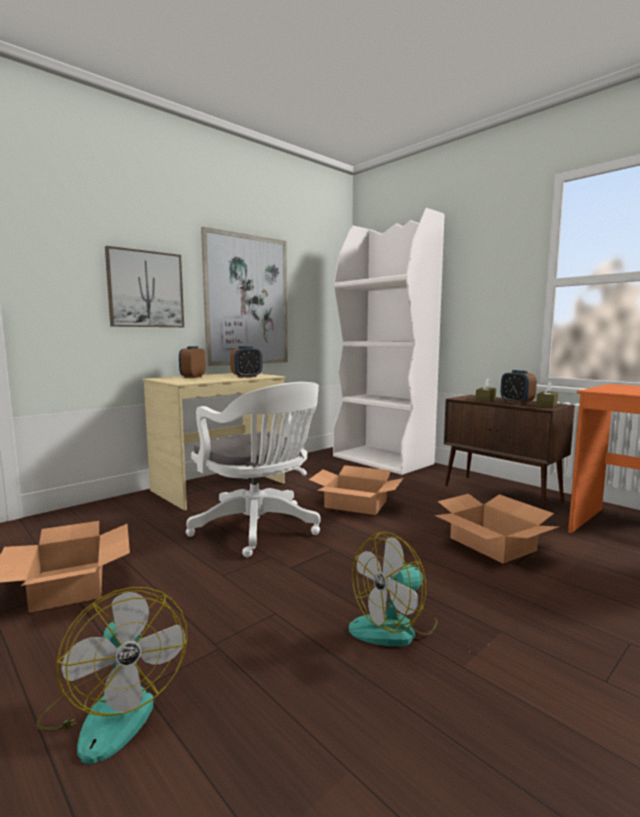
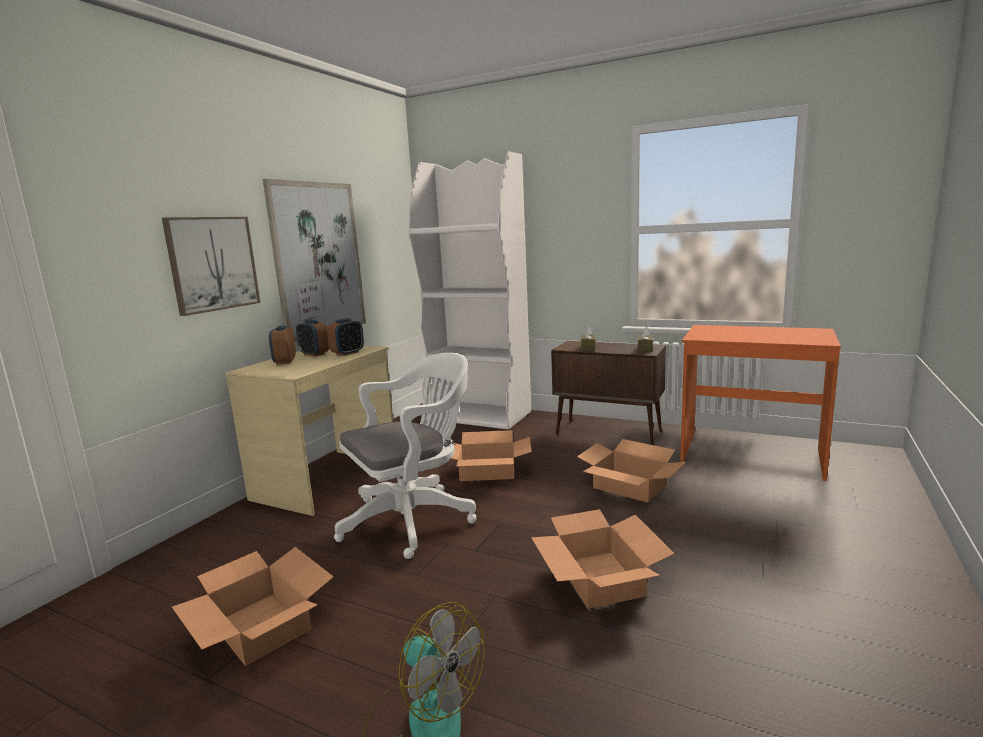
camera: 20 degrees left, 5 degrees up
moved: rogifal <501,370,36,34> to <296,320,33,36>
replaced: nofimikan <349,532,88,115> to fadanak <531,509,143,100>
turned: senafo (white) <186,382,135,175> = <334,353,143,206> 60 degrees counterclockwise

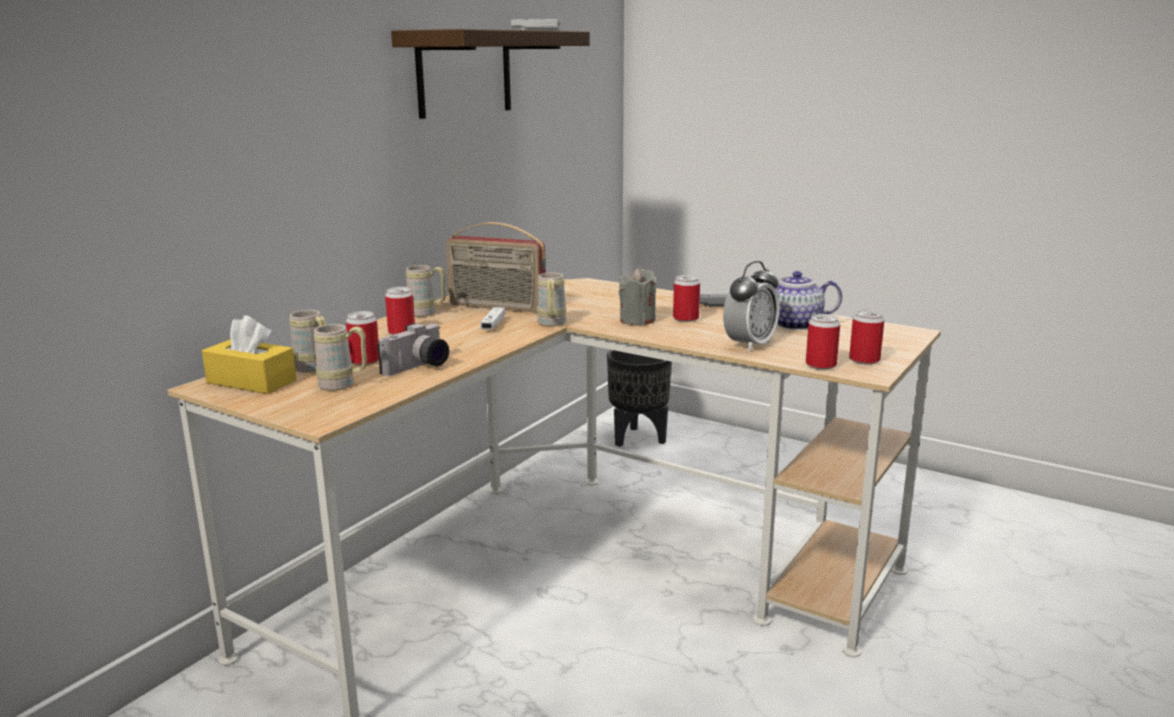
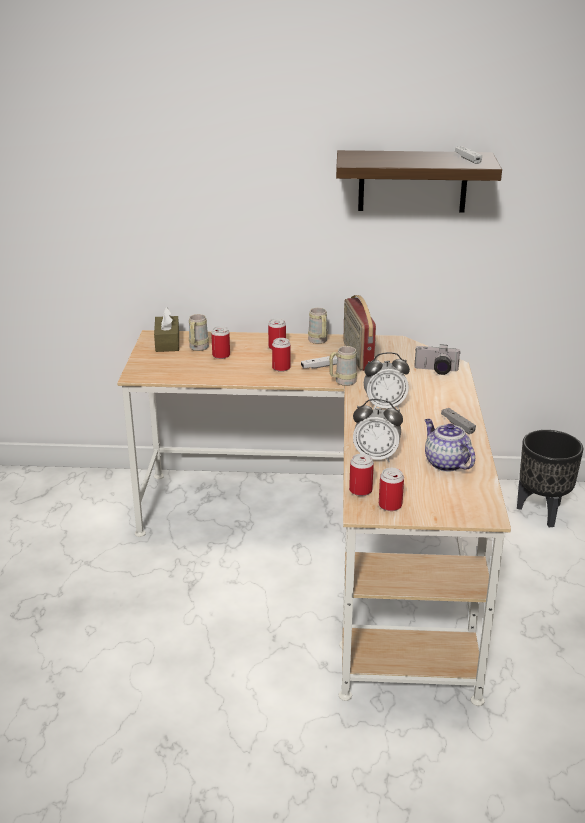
camera: 60 degrees right, 10 degrees up
removed: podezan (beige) <314,324,53,67>
moved: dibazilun <673,275,27,47> to <272,338,19,34>; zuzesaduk <377,323,72,53> to <414,344,47,31>
replaced: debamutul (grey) <619,268,37,57> to rogifal <364,352,46,57>
recoloured: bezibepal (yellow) <202,315,95,79> to bezibepal (brown) <154,307,25,45>

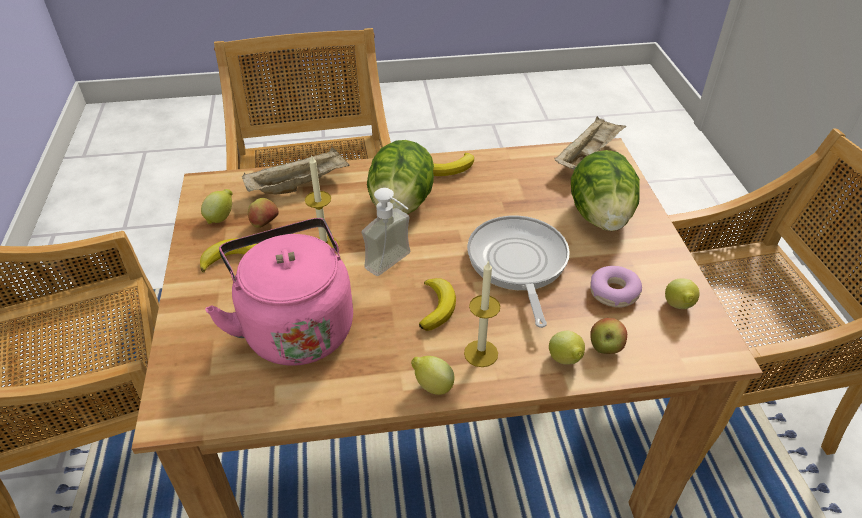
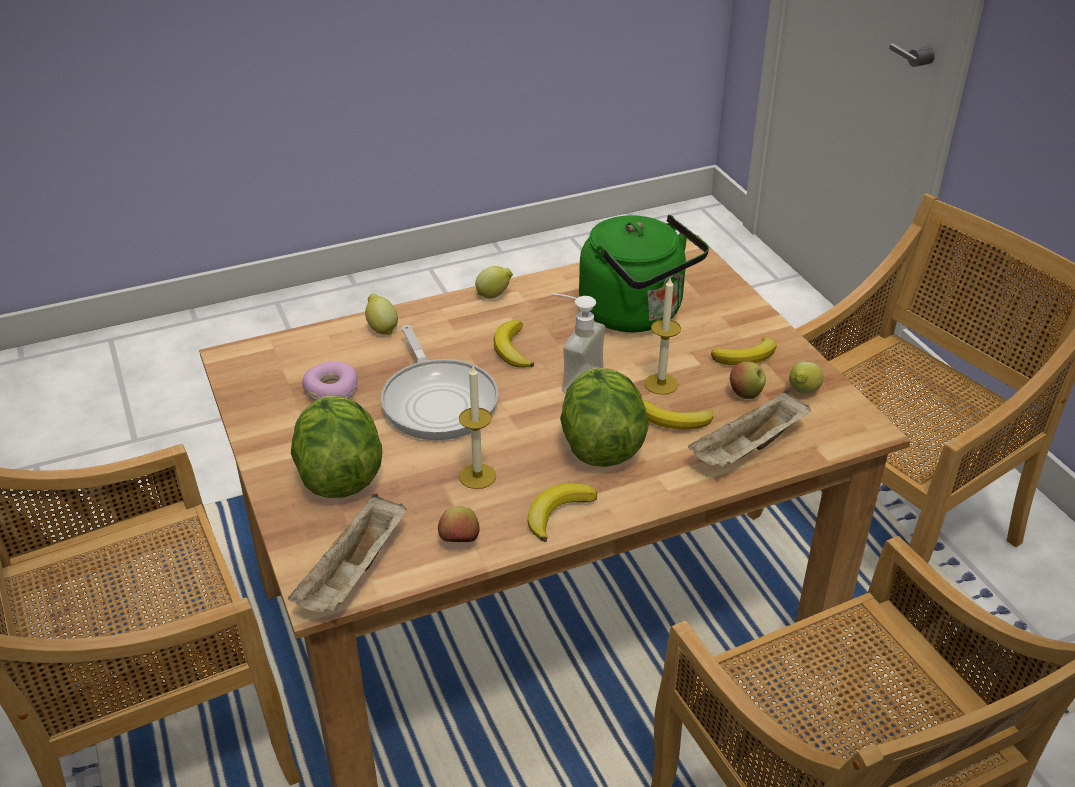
camera: 165 degrees right, 5 degrees down
removed: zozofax <665,278,35,31>
added: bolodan <643,400,70,30>
moved: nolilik <590,318,37,36> to <438,506,42,36>; debamutul <464,260,36,107> to <459,366,37,123>
recoloured: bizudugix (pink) <205,218,148,148> to bizudugix (green) <579,214,130,118>

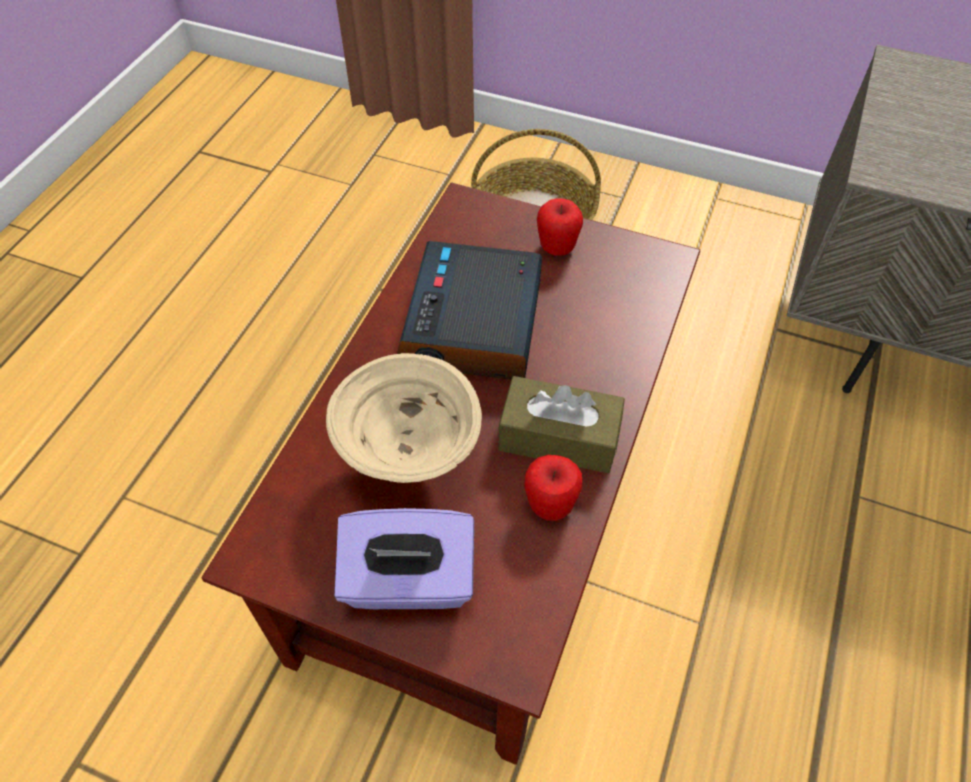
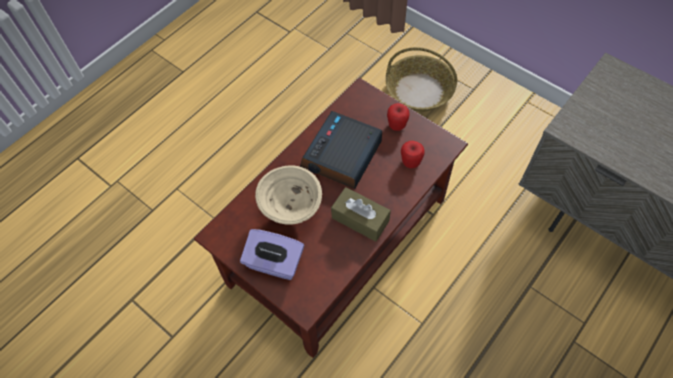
camera: 20 degrees right, 5 degrees up
moved: nolilik <524,455,58,66> to <401,141,24,27>

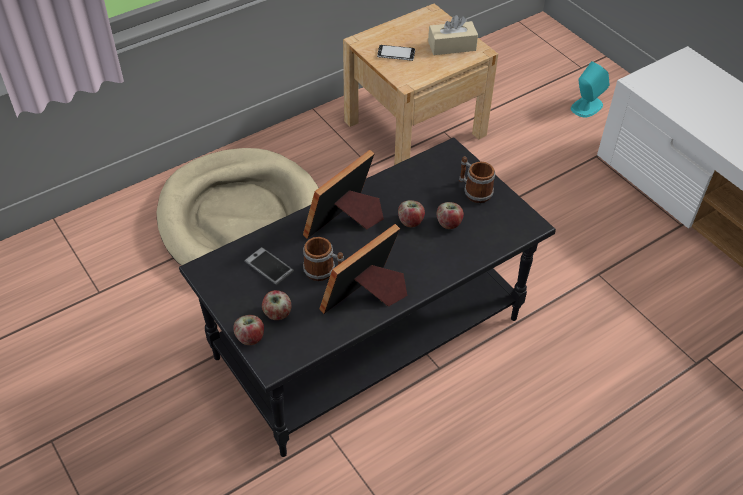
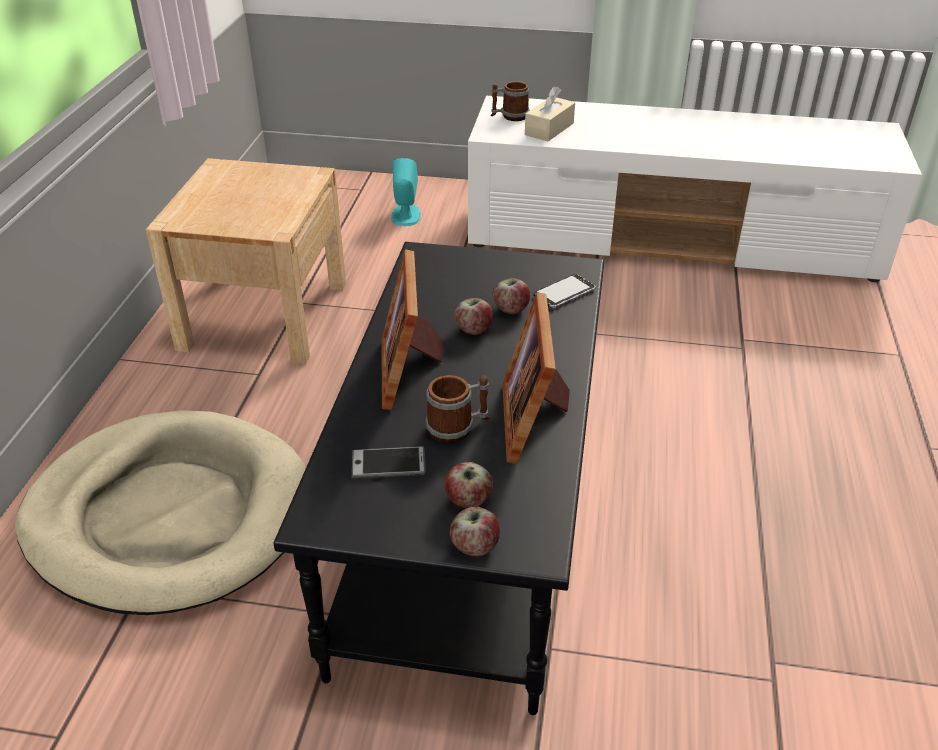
camera: 45 degrees left, 10 degrees down
moved: podezan <459,156,36,47> to <491,81,38,40>; bezibepal (beige) <428,15,50,40> to <525,86,50,55>; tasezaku <377,45,38,16> to <533,274,63,34>

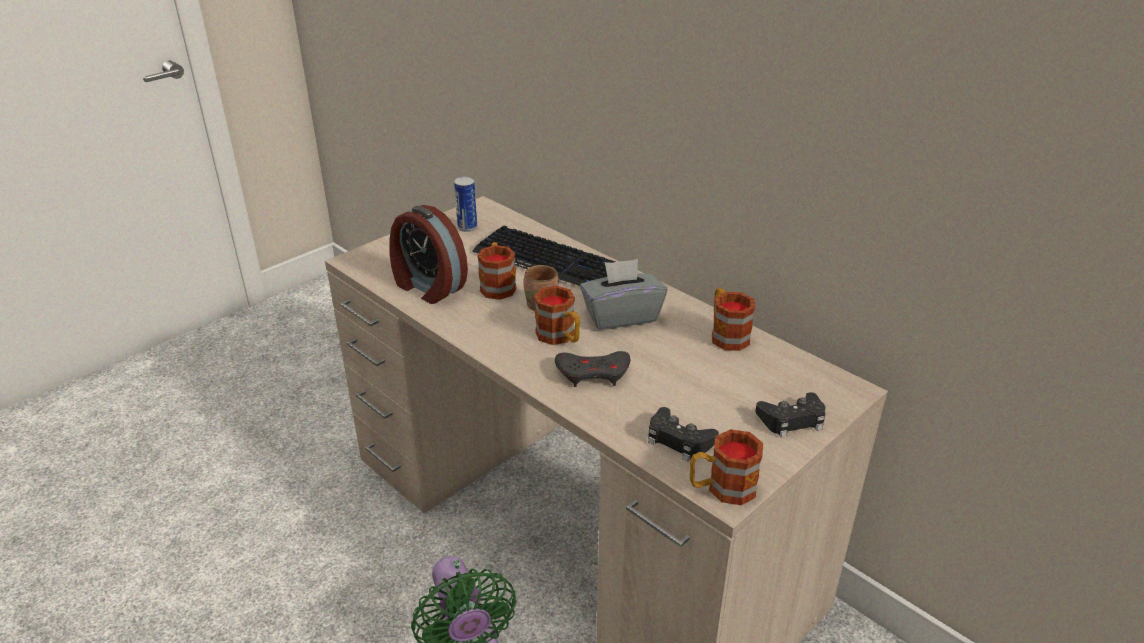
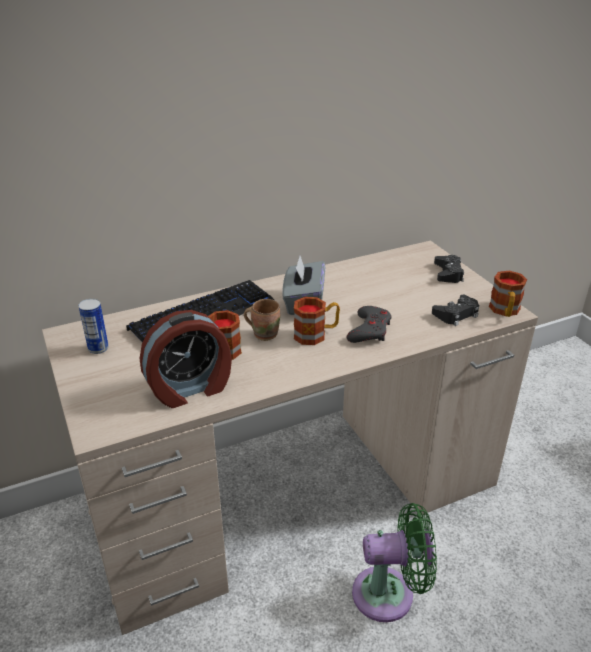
camera: 70 degrees left, 0 degrees up
removed: podezan <712,288,43,63>

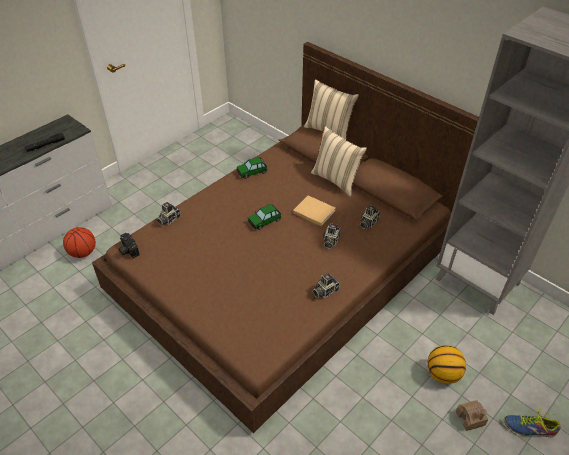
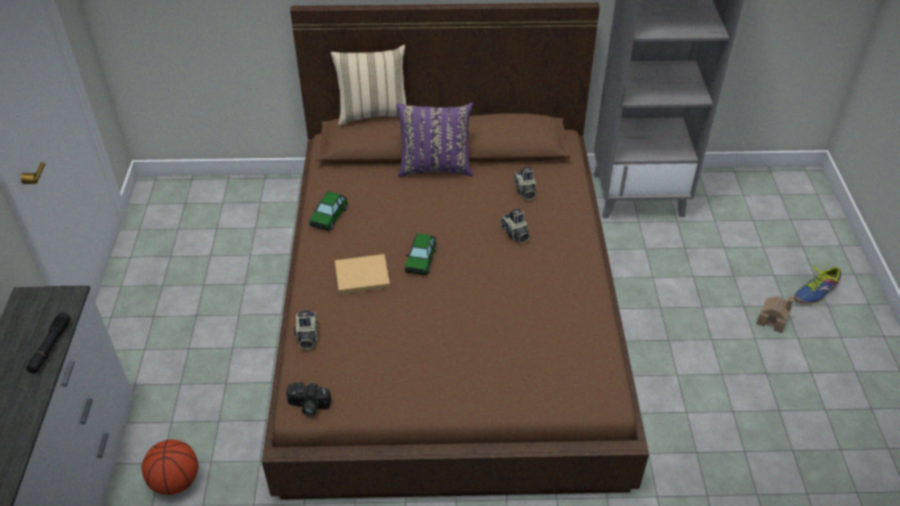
camera: 45 degrees left, 0 degrees up
removed: zuzesaduk <312,273,28,25>; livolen <427,345,39,39>
moved: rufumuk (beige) <293,195,43,31> to <335,254,55,40>
recoloured: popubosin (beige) <311,126,56,71> to popubosin (purple) <396,102,77,75>

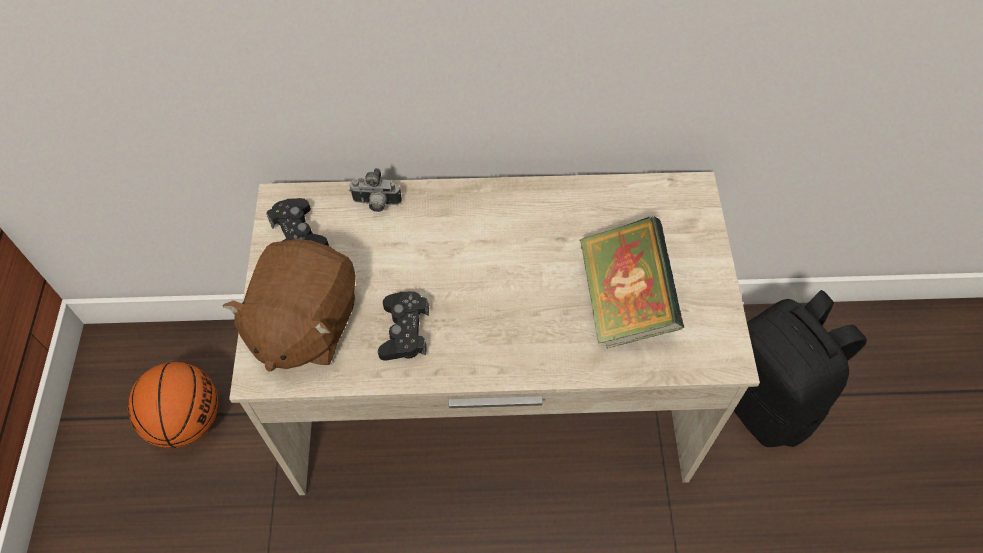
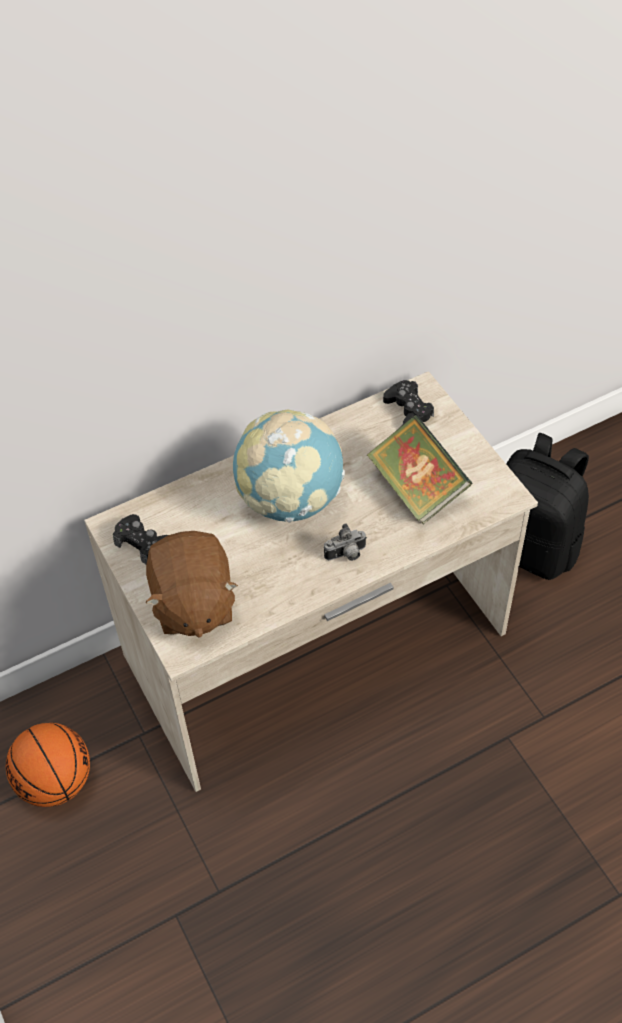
camera: 25 degrees left, 5 degrees down
added: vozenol <233,410,112,113>
moved: zuzesaduk <349,168,53,44> to <324,523,43,38>; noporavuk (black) <378,291,51,70> to <383,380,51,44>

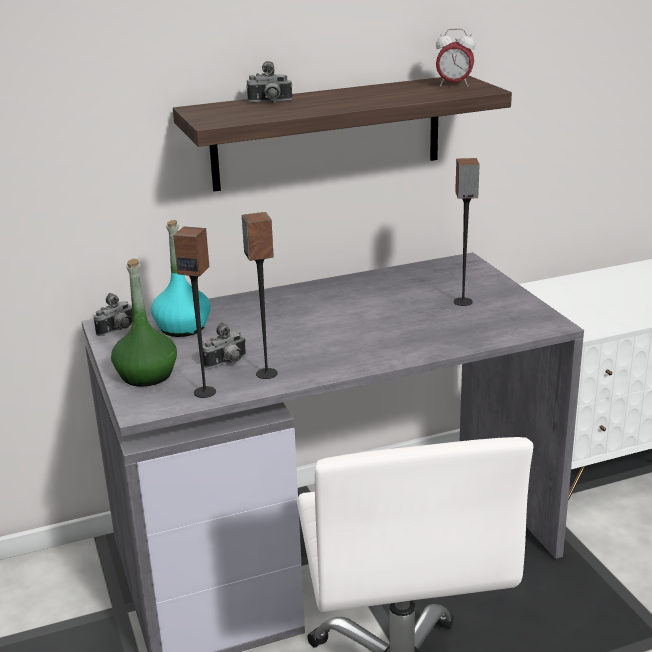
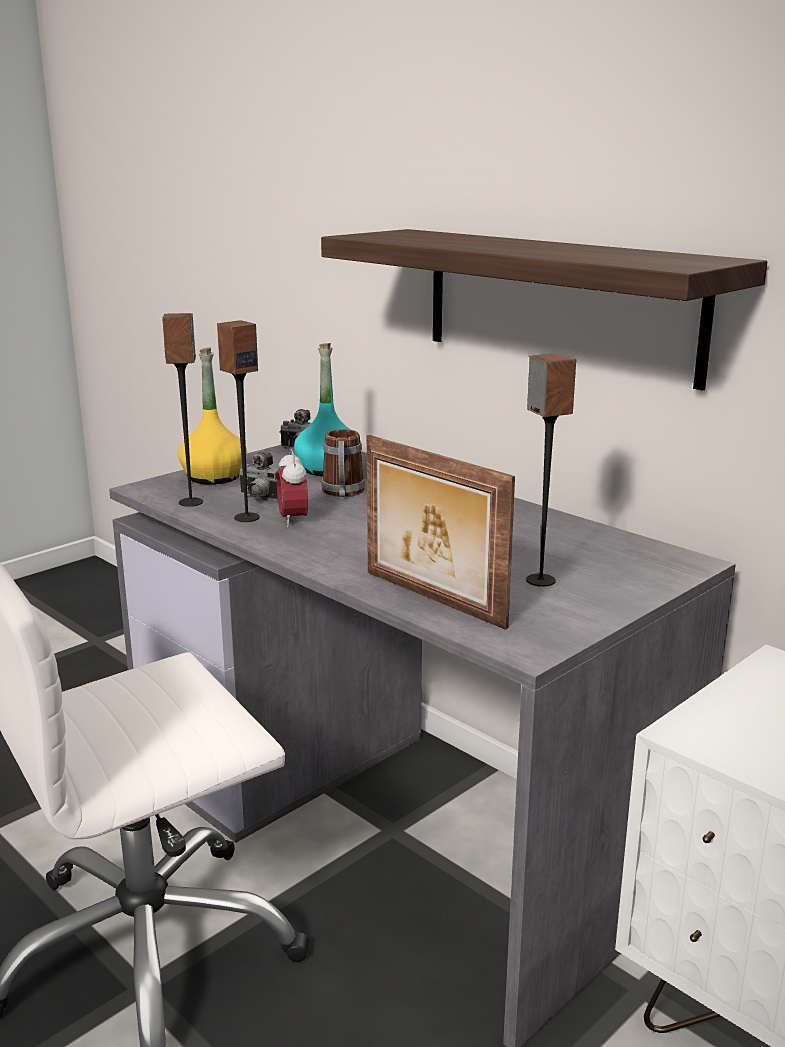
camera: 65 degrees right, 5 degrees down
removed: zuzesaduk <246,61,47,42>
added: podezan <321,429,44,68>; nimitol <367,435,148,195>
moved: rogifal <436,29,39,58> to <277,448,31,80>
recoloured: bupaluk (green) <111,259,66,128> to bupaluk (yellow) <178,347,69,137>

